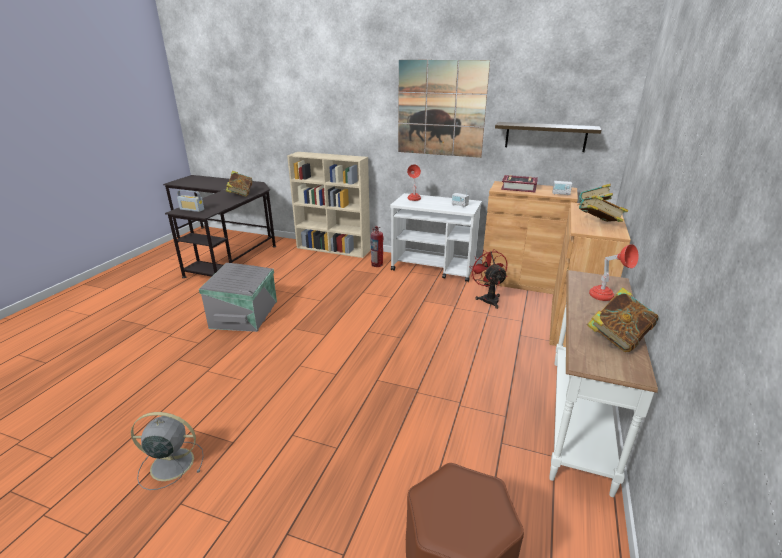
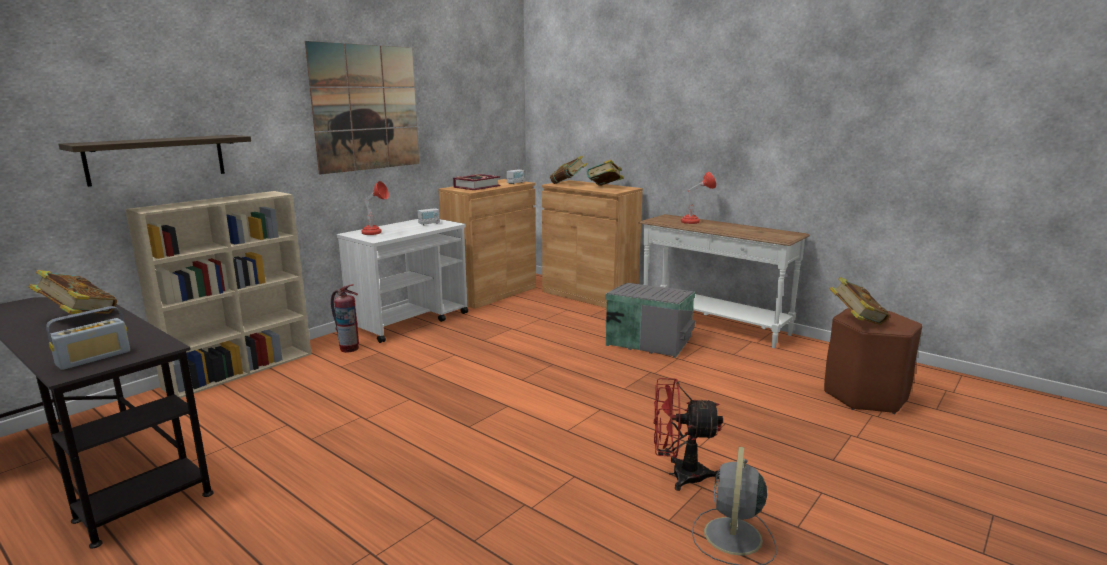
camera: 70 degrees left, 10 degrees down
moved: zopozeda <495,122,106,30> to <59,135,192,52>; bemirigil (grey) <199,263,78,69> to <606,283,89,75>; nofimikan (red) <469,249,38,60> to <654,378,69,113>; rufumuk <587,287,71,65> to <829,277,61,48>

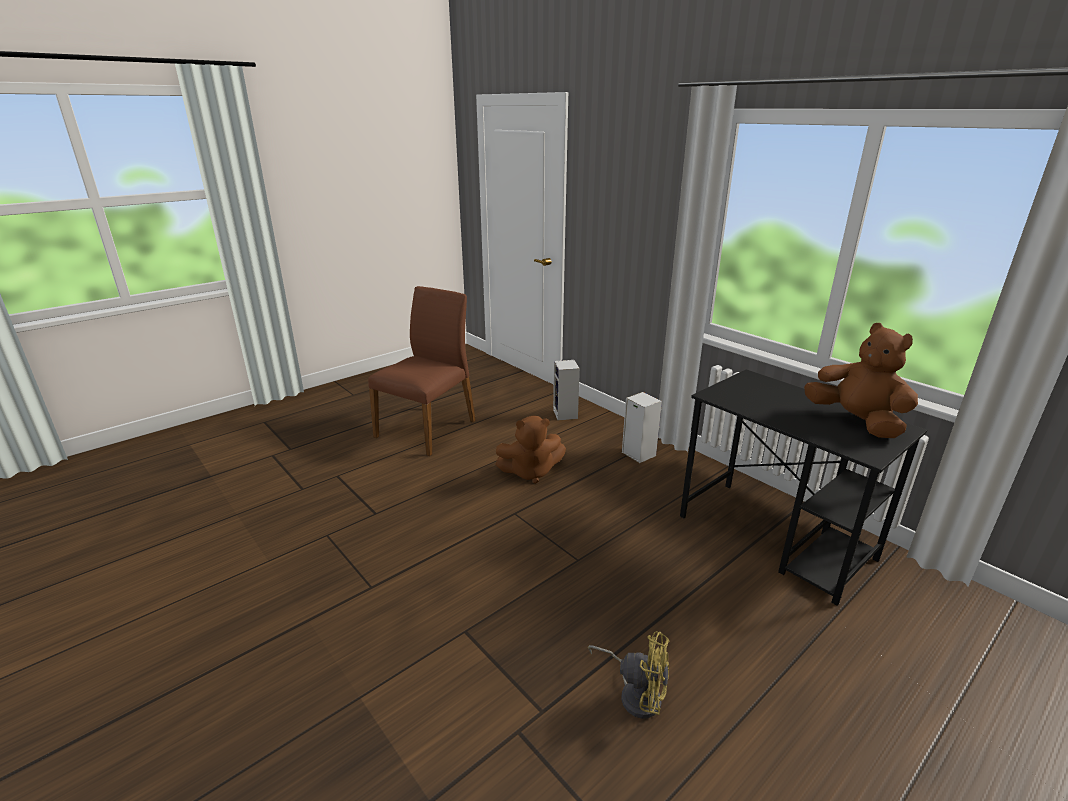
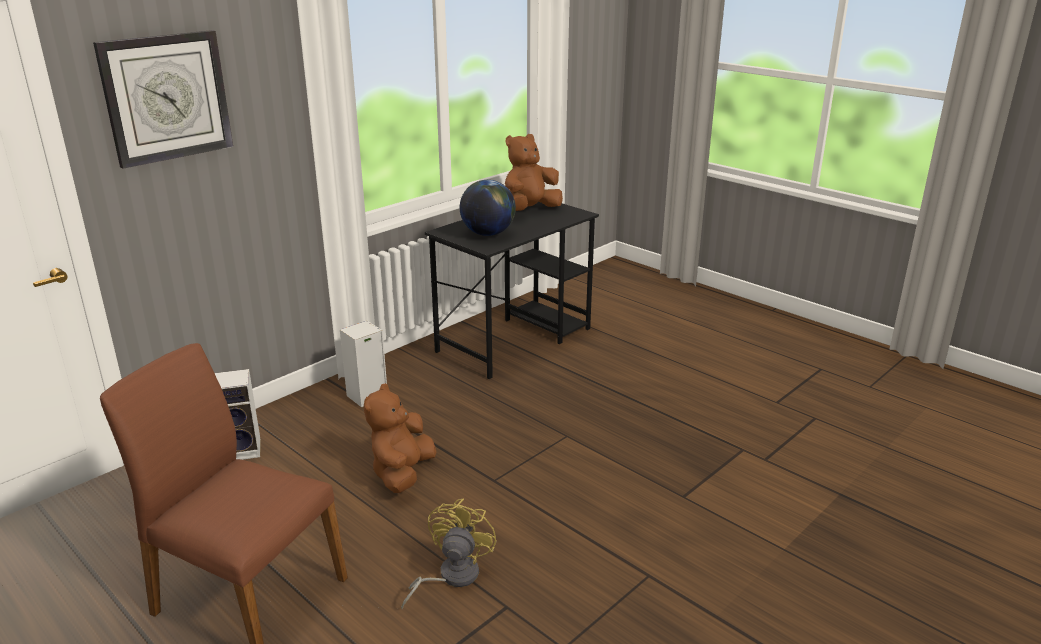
camera: 95 degrees left, 0 degrees up
added: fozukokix <93,30,140,139>; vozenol <460,180,56,56>
moved: nofimikan (yellow) <588,631,82,88> to <401,499,96,111>
turned: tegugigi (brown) <495,415,71,69> = <364,383,72,110> 150 degrees counterclockwise

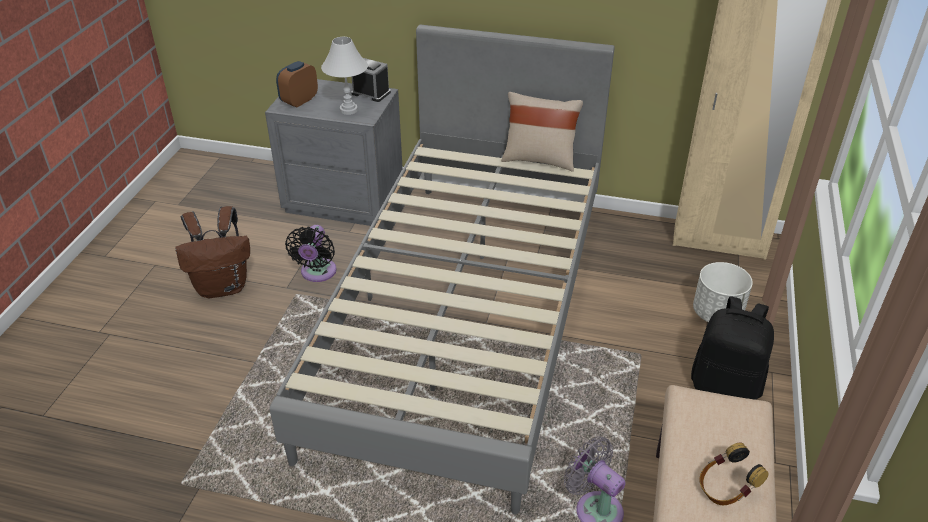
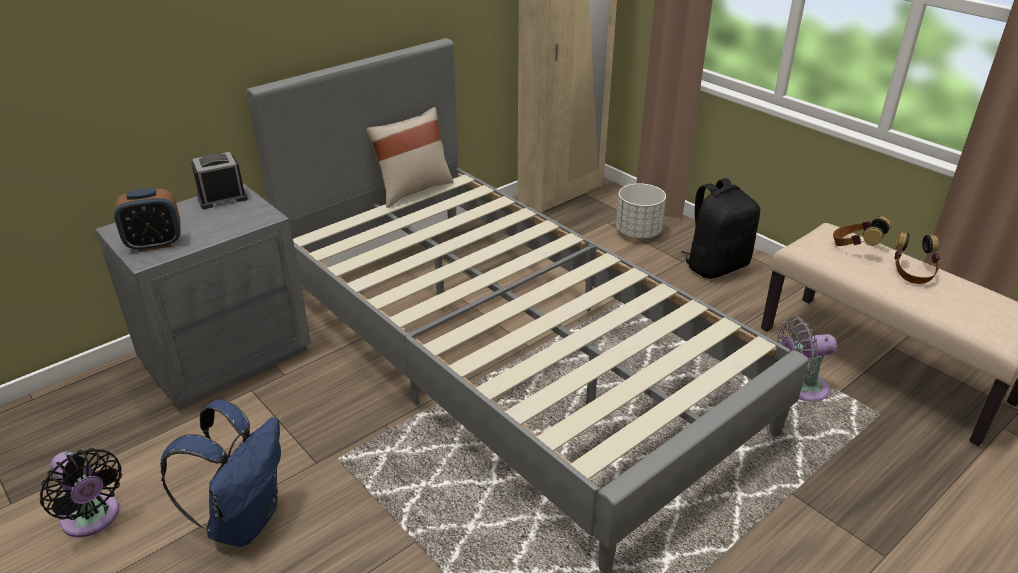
camera: 55 degrees left, 5 degrees down
removed: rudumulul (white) <321,37,47,78>
added: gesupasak <833,216,58,30>
moved: nofimikan (black) <285,225,52,57> to <40,448,82,89>
recoloured: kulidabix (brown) <175,206,75,92> to kulidabix (blue) <160,399,121,148>
turned: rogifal <276,61,42,46> = <114,188,67,63> 90 degrees counterclockwise

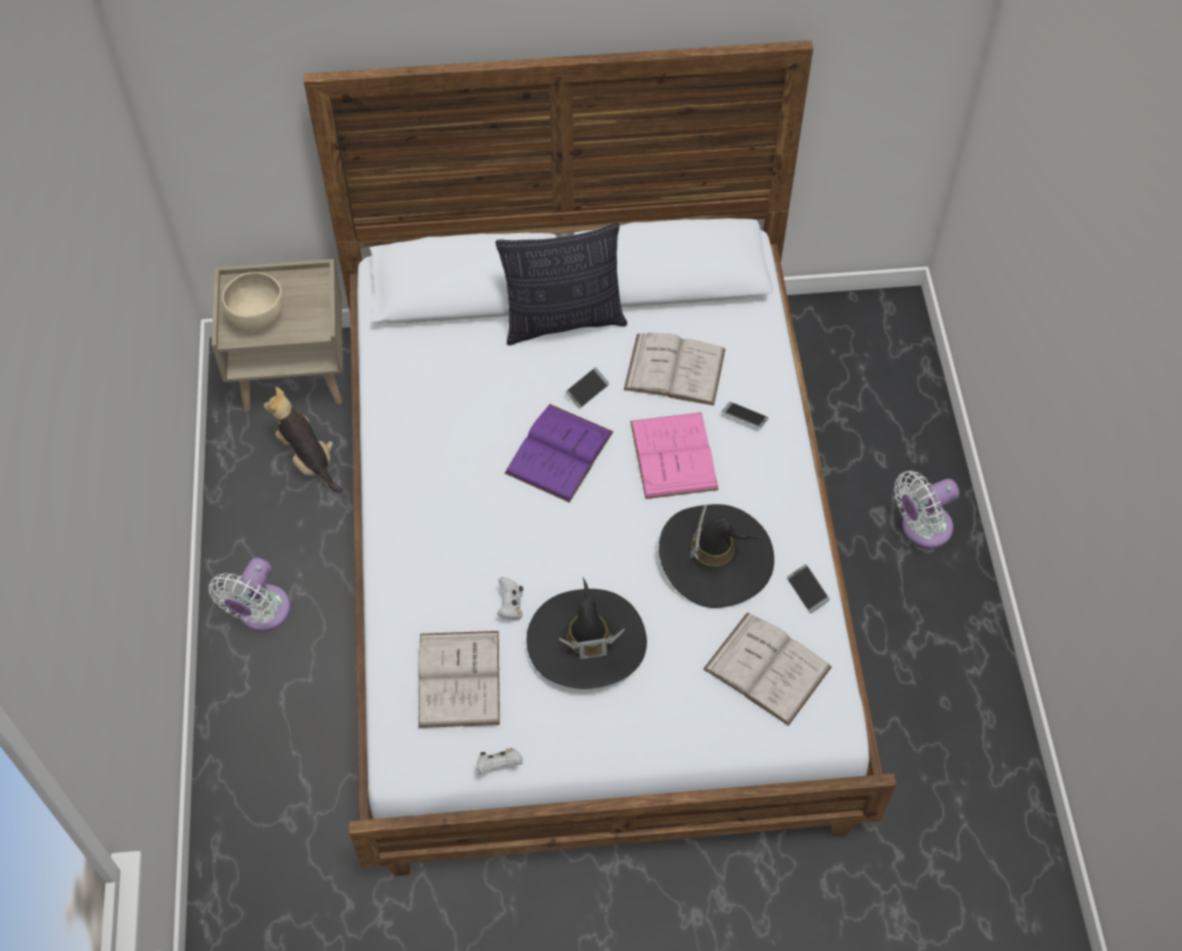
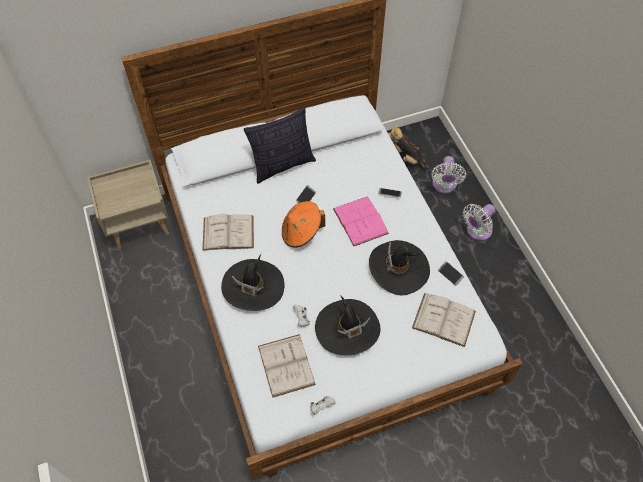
camera: 15 degrees left, 0 degrees up
removed: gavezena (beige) <222,272,62,59>
added: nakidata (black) <221,254,63,57>
moved: rufumuk (white) <624,333,101,72> to <203,214,51,37>; tegugigi <264,387,79,107> to <388,124,42,46>; nofimikan (white) <209,558,81,74> to <432,156,34,38>
replaced: rufumuk (purple) <504,404,109,99> to nakidata (orange) <282,201,43,47>

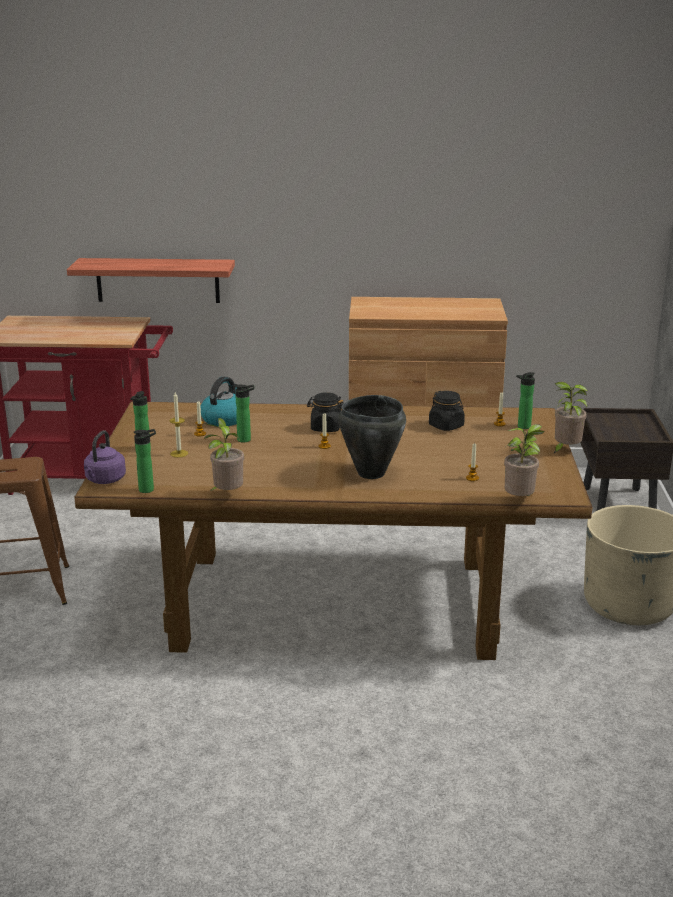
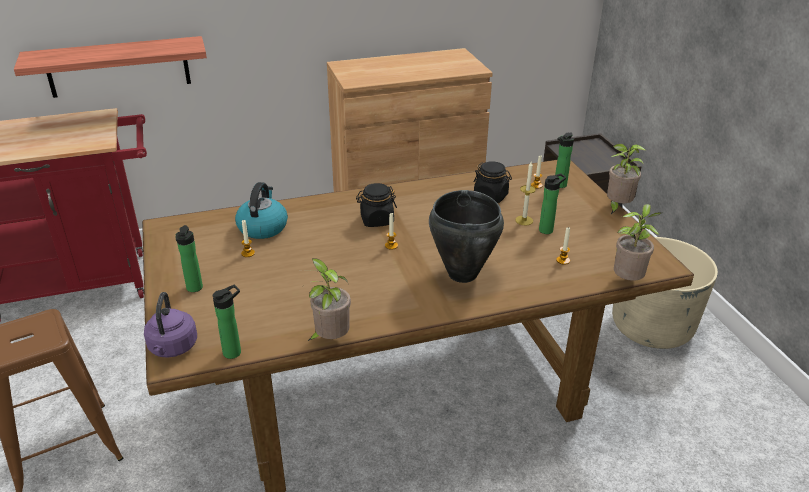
camera: 20 degrees left, 10 degrees up
moved: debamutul <169,392,19,66> to <515,162,21,63>; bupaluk <235,385,20,57> to <539,173,27,61>

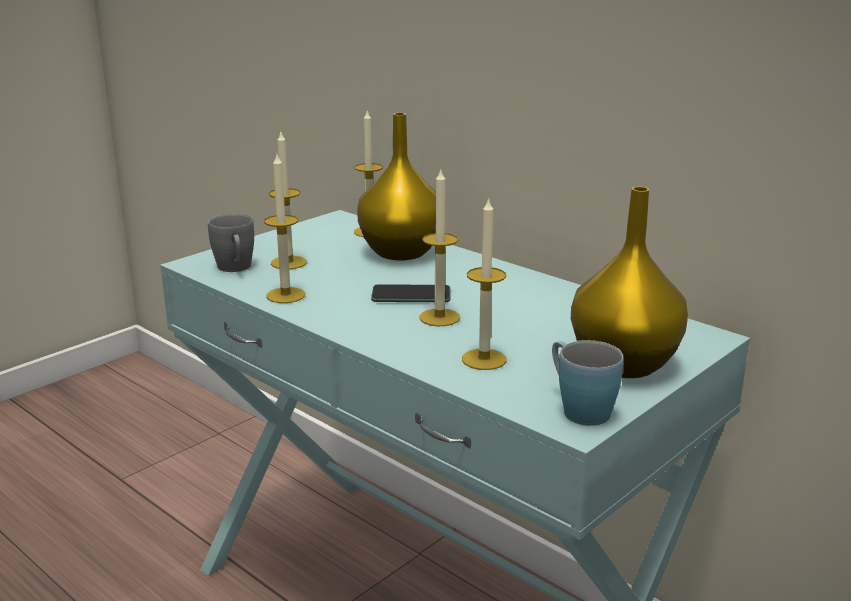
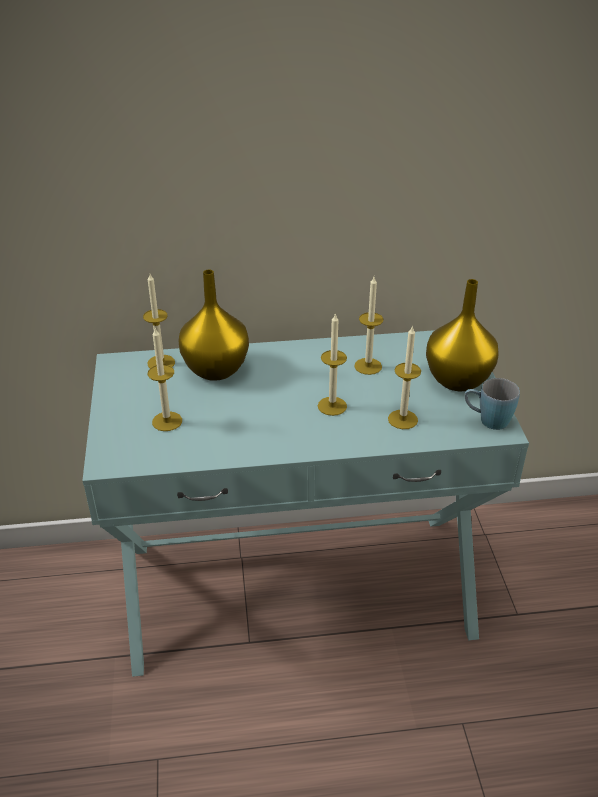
camera: 50 degrees left, 15 degrees up
removed: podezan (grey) <208,213,46,59>; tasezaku <371,284,80,18>
moved: debamutul <264,152,41,151> to <354,277,30,98>

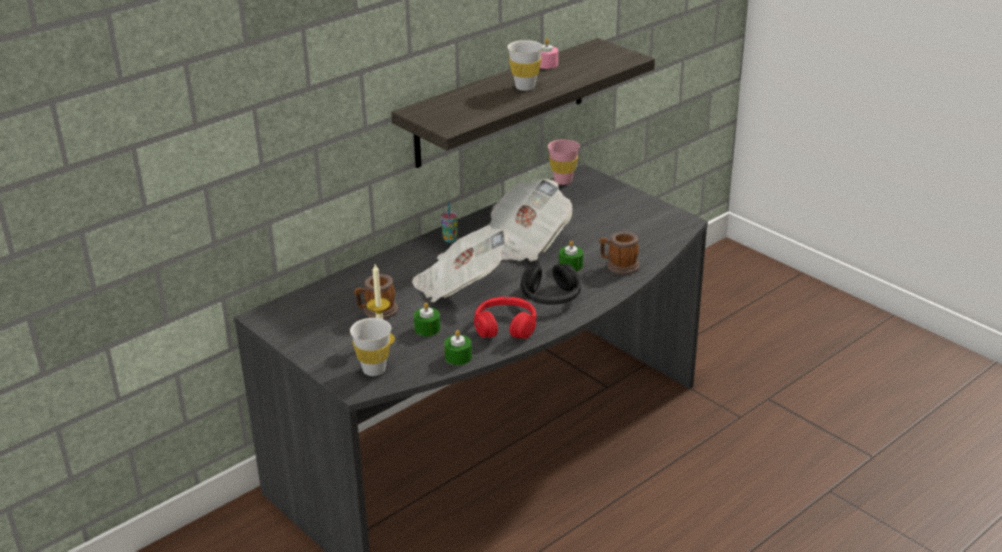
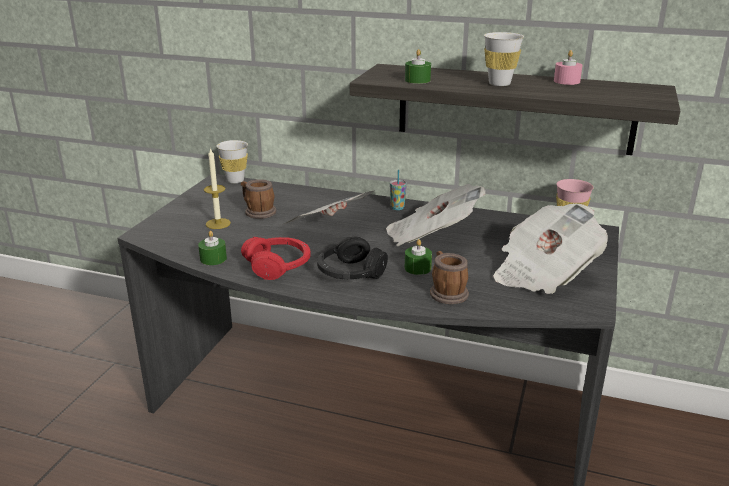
camera: 60 degrees right, 5 degrees down
added: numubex <493,204,115,90>
moved: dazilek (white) <350,318,41,58> to <217,140,31,43>; debamutul (green) <414,302,27,34> to <405,49,26,35>

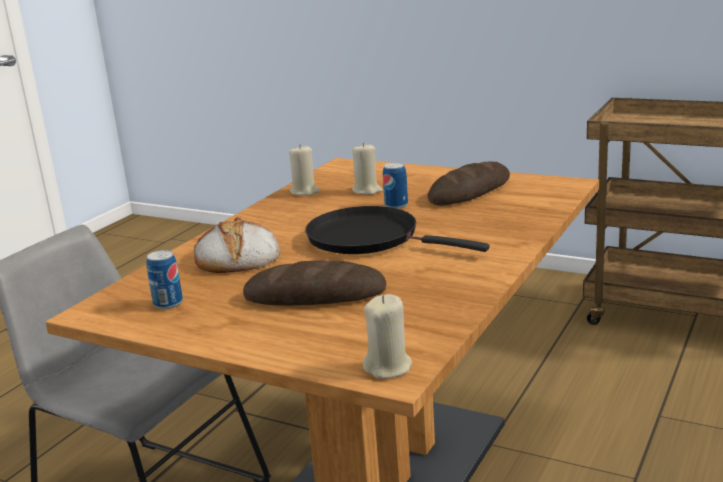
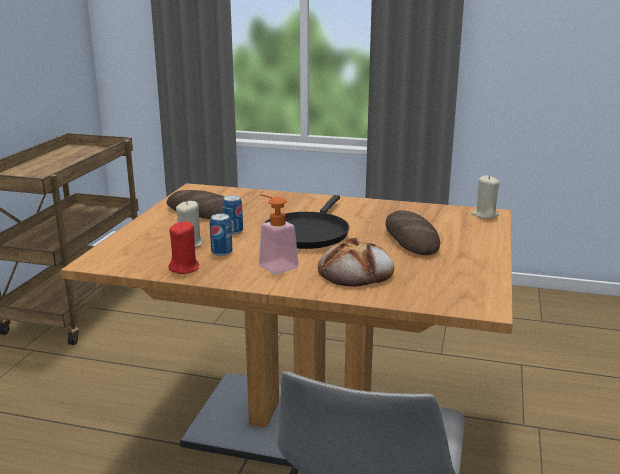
camera: 105 degrees left, 0 degrees up
added: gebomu <259,194,40,80>
moved: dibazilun <146,250,37,59> to <210,214,22,42>
recoloured: debamutul (beige) <289,144,31,52> to debamutul (red) <168,221,31,53>

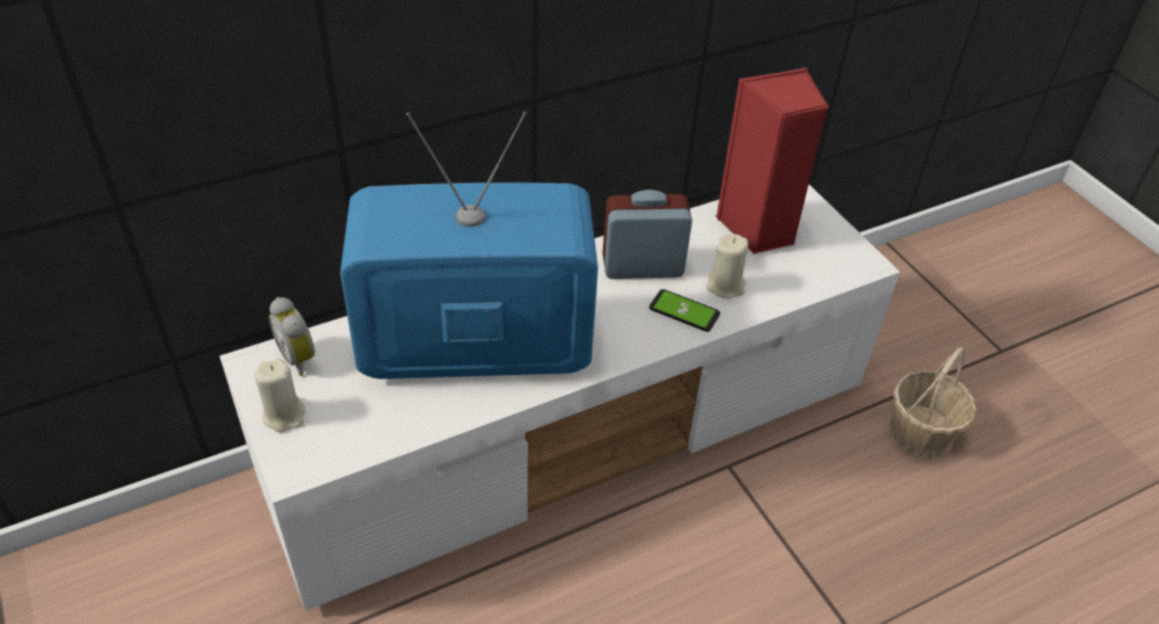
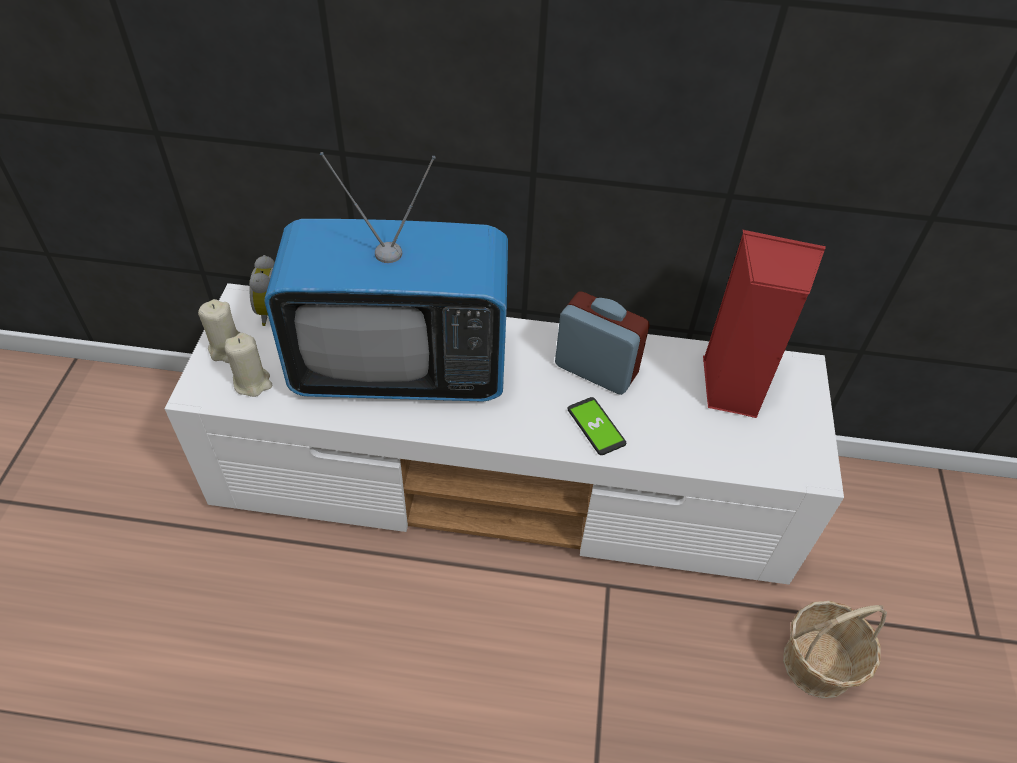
camera: 35 degrees right, 5 degrees up
moved: debamutul (beige) <706,234,42,64> to <225,333,47,64>
turned: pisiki <340,112,258,267> = <264,152,244,250> 150 degrees clockwise

